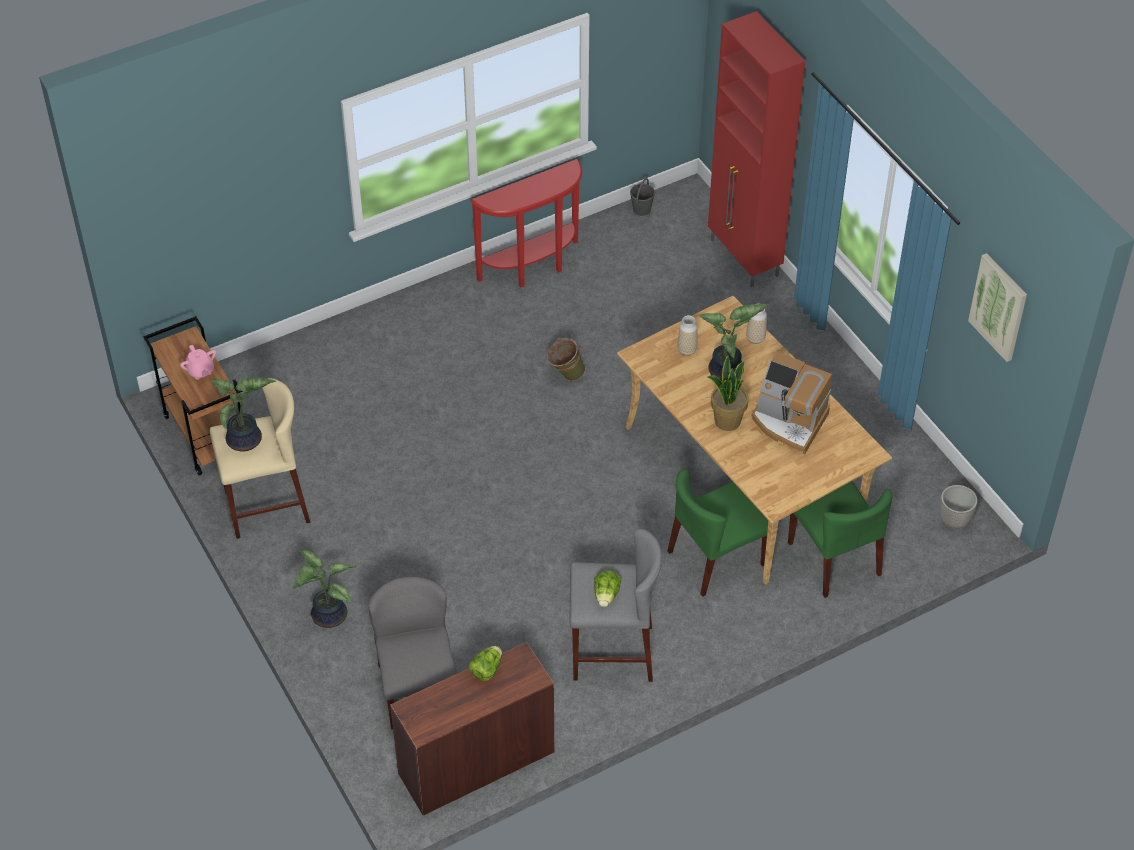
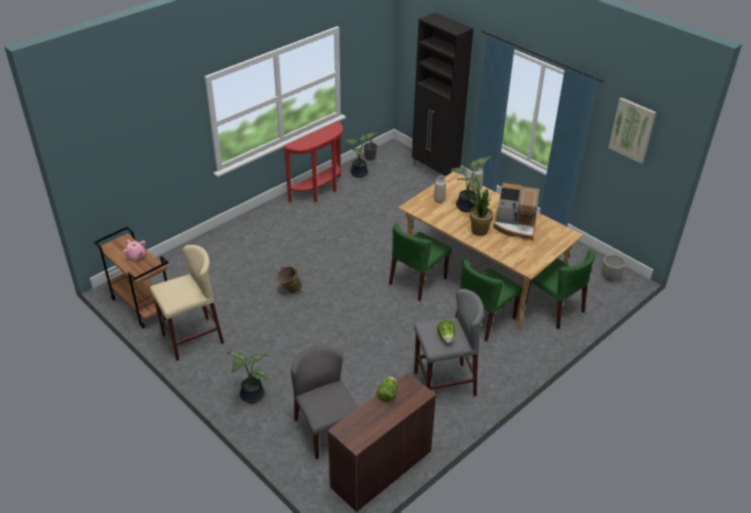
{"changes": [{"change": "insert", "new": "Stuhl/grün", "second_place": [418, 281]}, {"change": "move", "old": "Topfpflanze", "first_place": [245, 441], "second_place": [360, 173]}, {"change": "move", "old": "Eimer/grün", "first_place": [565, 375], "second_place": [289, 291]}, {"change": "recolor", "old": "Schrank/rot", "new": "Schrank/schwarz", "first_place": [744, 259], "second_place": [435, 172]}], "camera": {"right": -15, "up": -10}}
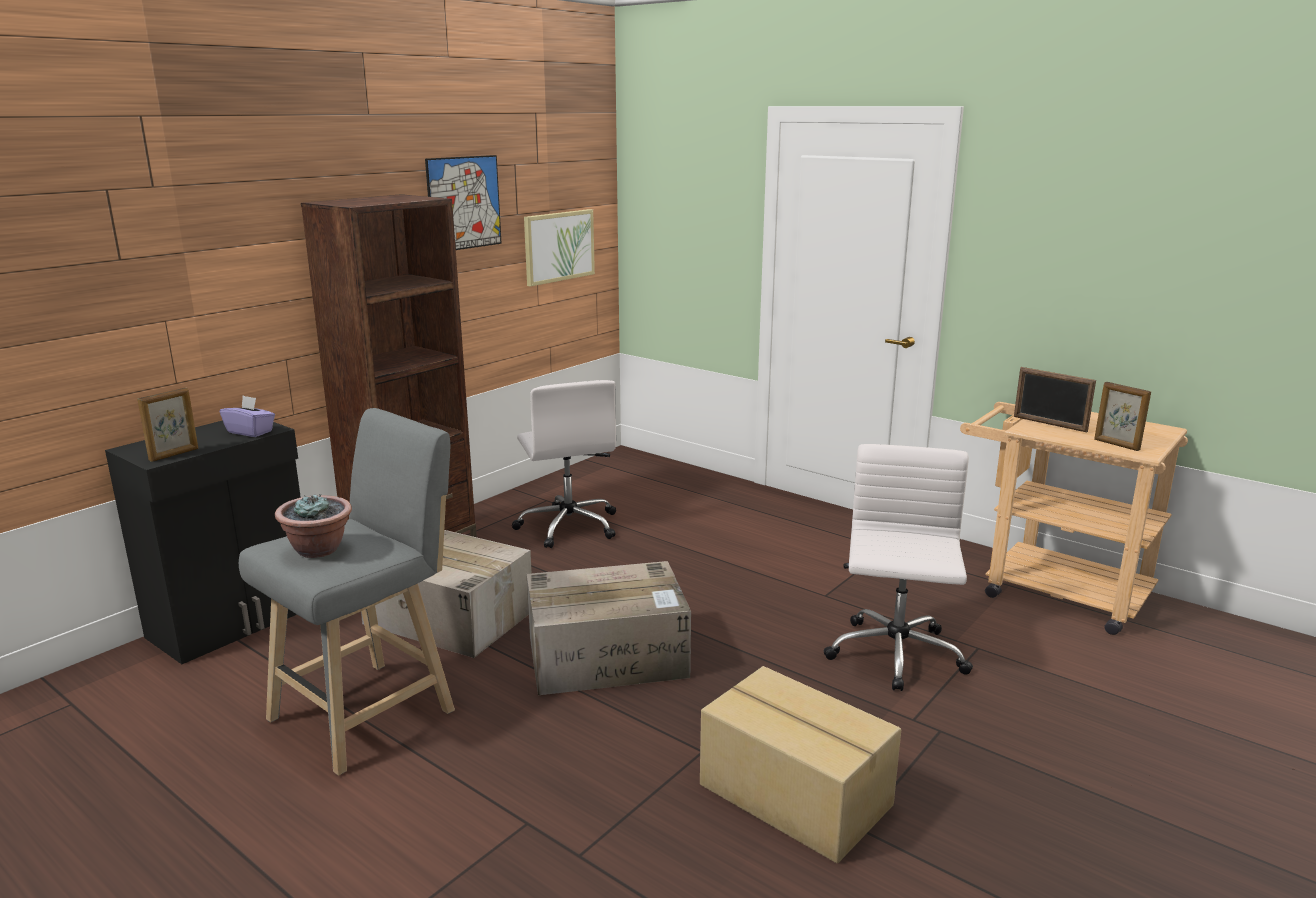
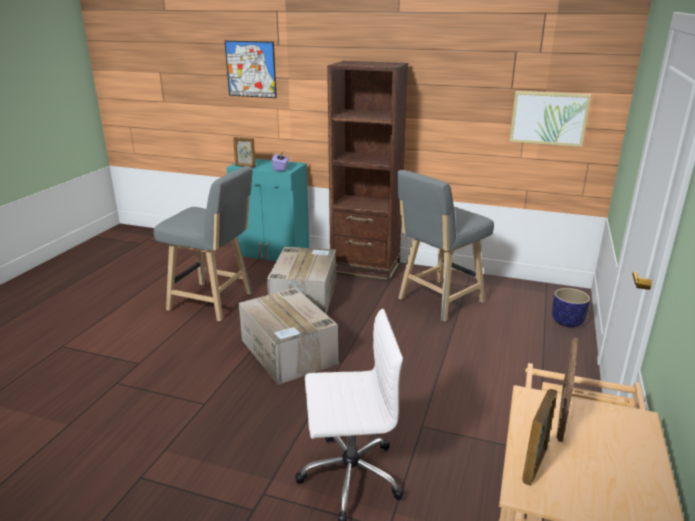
{"changes": [{"change": "delete", "old": "Topfpflanze", "first_place": [319, 549]}, {"change": "delete", "old": "Karton", "first_place": [794, 796]}, {"change": "insert", "new": "Pflanzkübel", "second_place": [567, 322]}, {"change": "move", "old": "Bild", "first_place": [464, 203], "second_place": [251, 69]}, {"change": "replace", "old": "Bürostuhl/weiß", "new": "Hocker/grau", "first_place": [568, 526], "second_place": [437, 302]}, {"change": "recolor", "old": "Schrank/schwarz", "new": "Schrank/türkis", "first_place": [235, 622], "second_place": [272, 253]}], "camera": {"right": 70, "up": 5}}
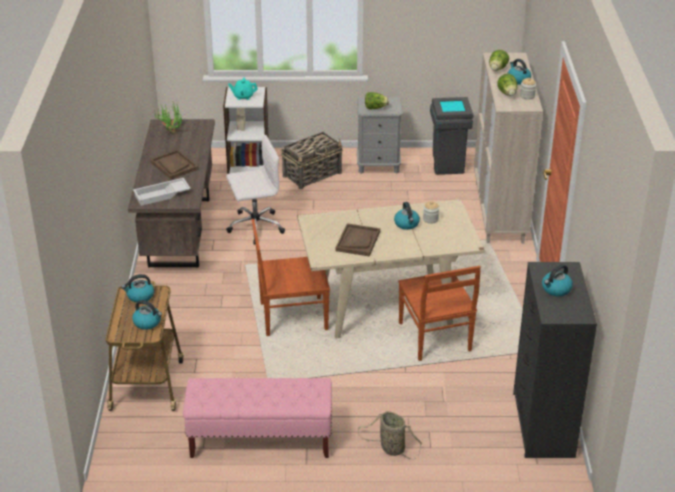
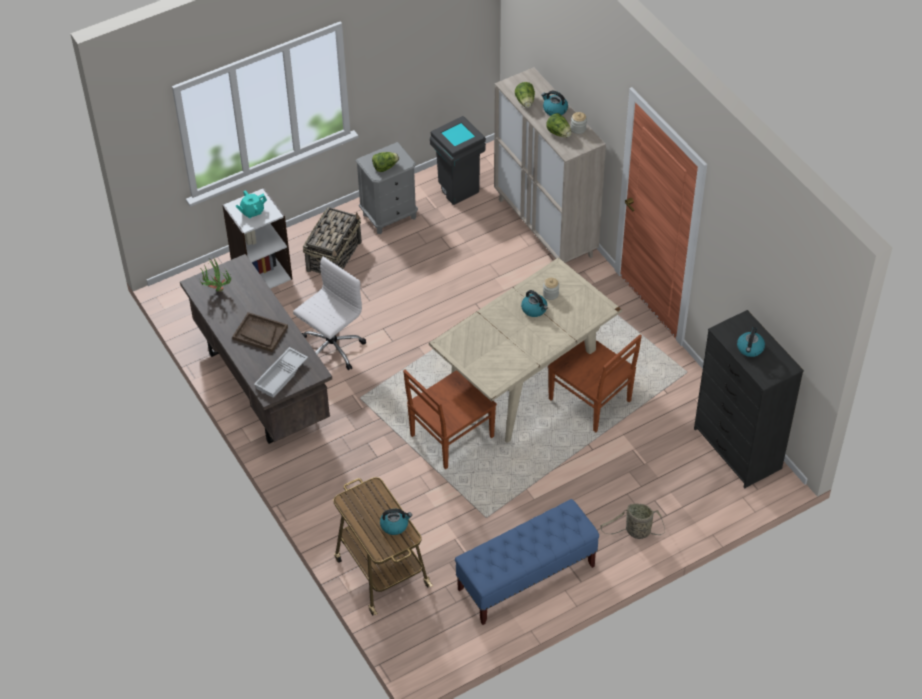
{"changes": [{"change": "delete", "old": "Wasserkessel", "first_place": [140, 296]}, {"change": "delete", "old": "Tablett/braun", "first_place": [357, 241]}, {"change": "recolor", "old": "Bank/rosa", "new": "Bank/blau", "first_place": [260, 440], "second_place": [526, 578]}], "camera": {"right": -30, "up": 15}}
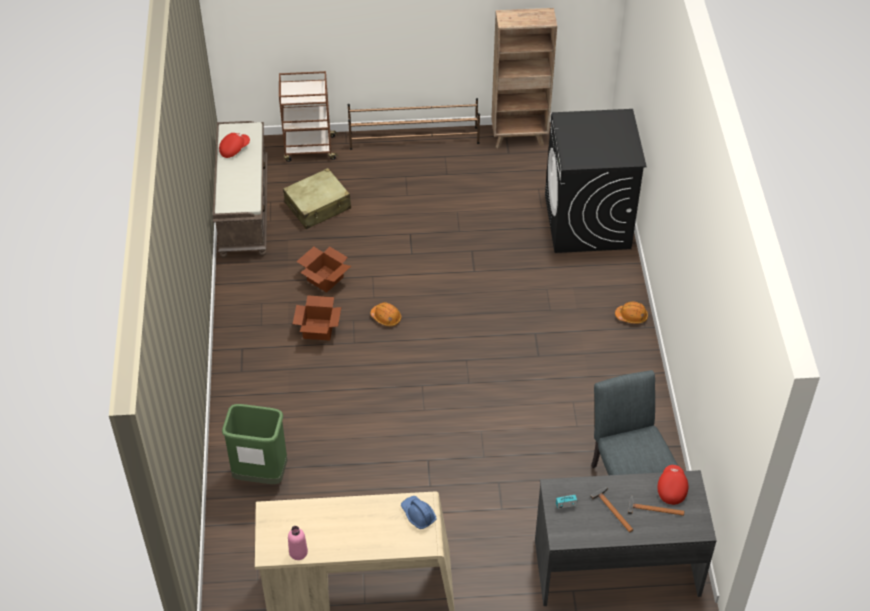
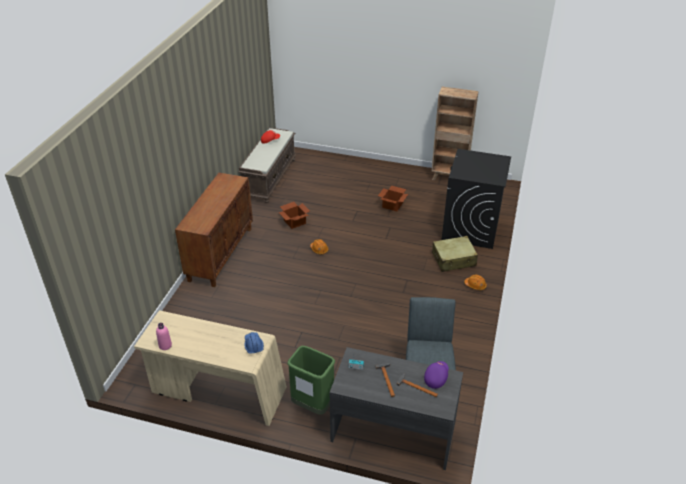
{"changes": [{"change": "delete", "old": "Rollwagen/braun", "first_place": [309, 149]}, {"change": "delete", "old": "Schuhregal/braun", "first_place": [414, 138]}, {"change": "insert", "new": "Schrank/braun", "second_place": [220, 254]}, {"change": "move", "old": "Mülleimer/grün", "first_place": [260, 475], "second_place": [312, 405]}, {"change": "move", "old": "Koffer/beige", "first_place": [318, 206], "second_place": [454, 259]}, {"change": "move", "old": "Karton", "first_place": [319, 328], "second_place": [393, 205]}, {"change": "recolor", "old": "Kappe/rot", "new": "Kappe/lila", "first_place": [671, 488], "second_place": [436, 377]}], "camera": {"right": 20, "up": -10}}
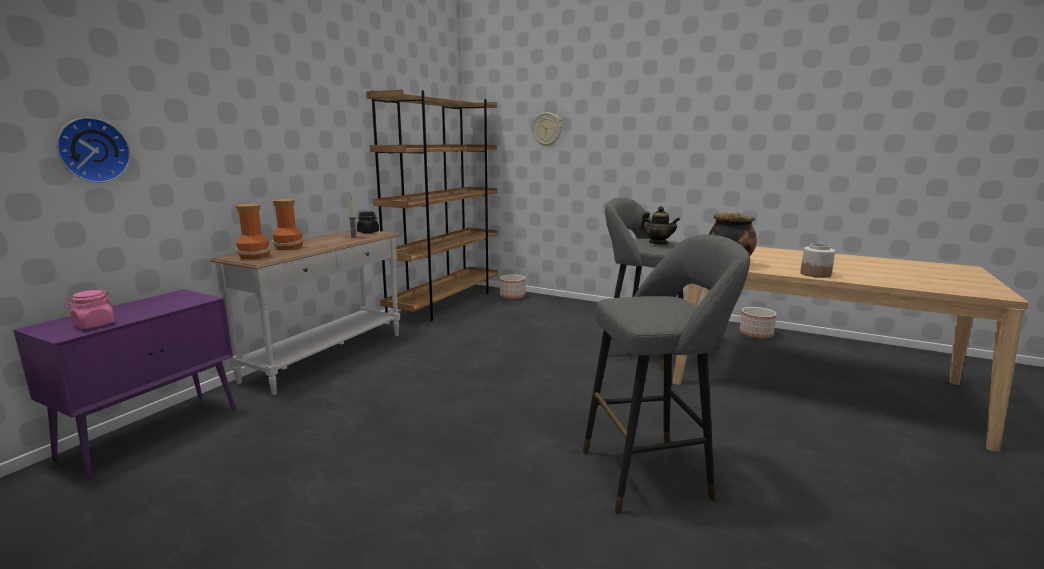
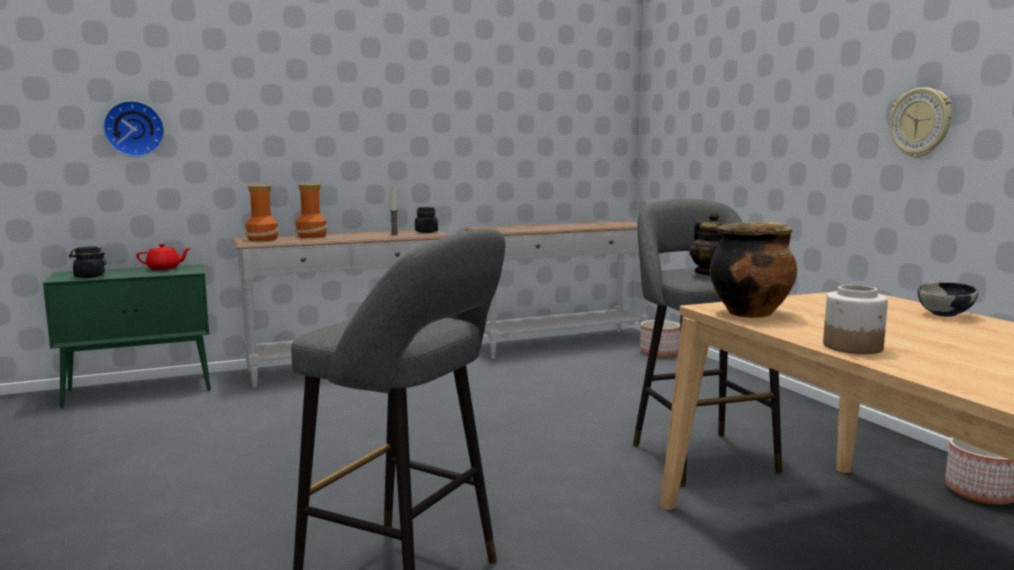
{"changes": [{"change": "insert", "new": "Teekanne/rot", "second_place": [164, 268]}, {"change": "insert", "new": "Schüssel", "second_place": [945, 315]}, {"change": "move", "old": "Wanduhr", "first_place": [547, 129], "second_place": [921, 122]}, {"change": "replace", "old": "Bücherregal/braun", "new": "Konsolentisch/weiß", "first_place": [445, 303], "second_place": [561, 344]}, {"change": "recolor", "old": "Schrank/lila", "new": "Schrank/grün", "first_place": [154, 432], "second_place": [141, 390]}, {"change": "recolor", "old": "Vorratsglas/rosa", "new": "Vorratsglas/schwarz", "first_place": [94, 325], "second_place": [89, 276]}], "camera": {"right": 40, "up": -5}}
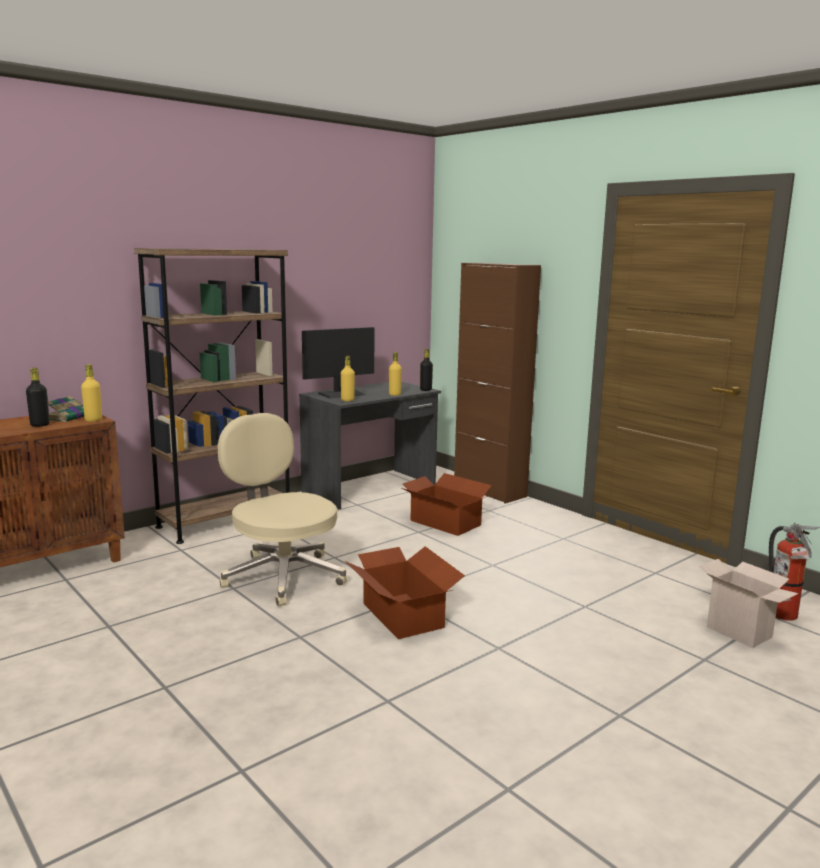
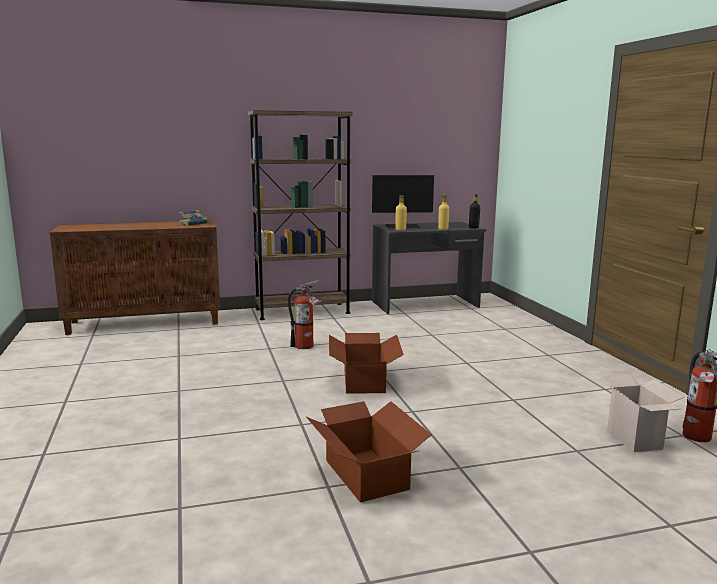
{"changes": [{"change": "delete", "old": "Flasche/schwarz", "first_place": [40, 425]}, {"change": "delete", "old": "Flasche/gelb", "first_place": [93, 420]}, {"change": "delete", "old": "Schrank/braun", "first_place": [489, 491]}, {"change": "move", "old": "Karton", "first_place": [445, 522], "second_place": [367, 474]}, {"change": "replace", "old": "Bürostuhl/beige", "new": "Feuerlöscher", "first_place": [282, 576], "second_place": [307, 346]}], "camera": {"right": 25, "up": 0}}
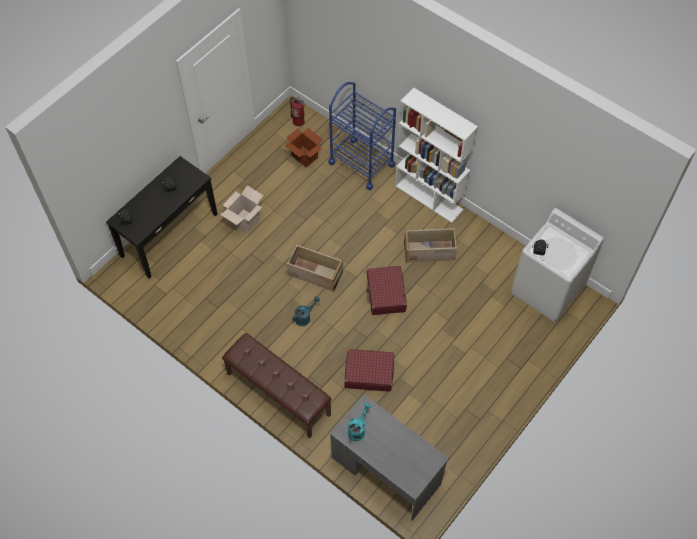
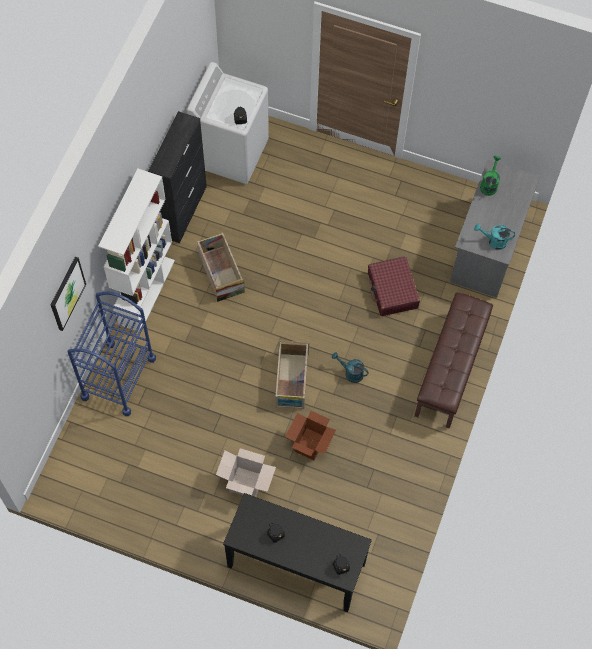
{"changes": [{"change": "delete", "old": "Feuerlöscher", "first_place": [298, 121]}, {"change": "delete", "old": "Koffer/rot", "first_place": [386, 294]}, {"change": "insert", "new": "Bild", "second_place": [67, 293]}, {"change": "insert", "new": "Schrank/schwarz", "second_place": [183, 210]}, {"change": "insert", "new": "Gießkanne/grün", "second_place": [489, 184]}, {"change": "move", "old": "Karton", "first_place": [304, 157], "second_place": [310, 444]}], "camera": {"right": -110, "up": 5}}
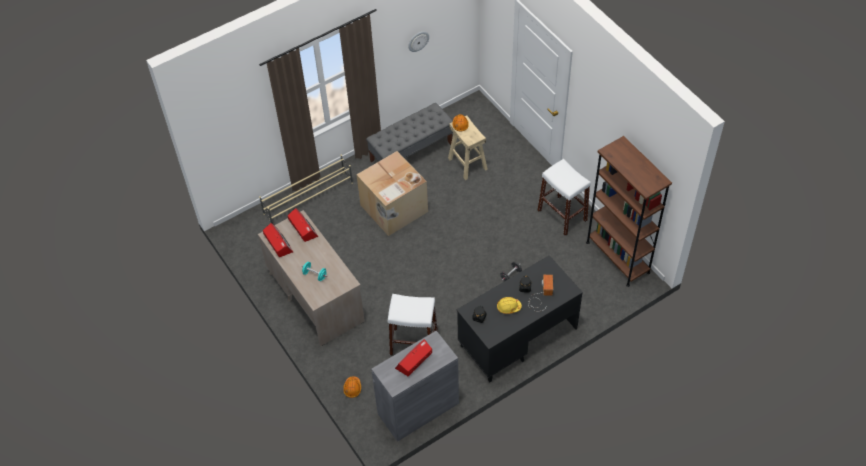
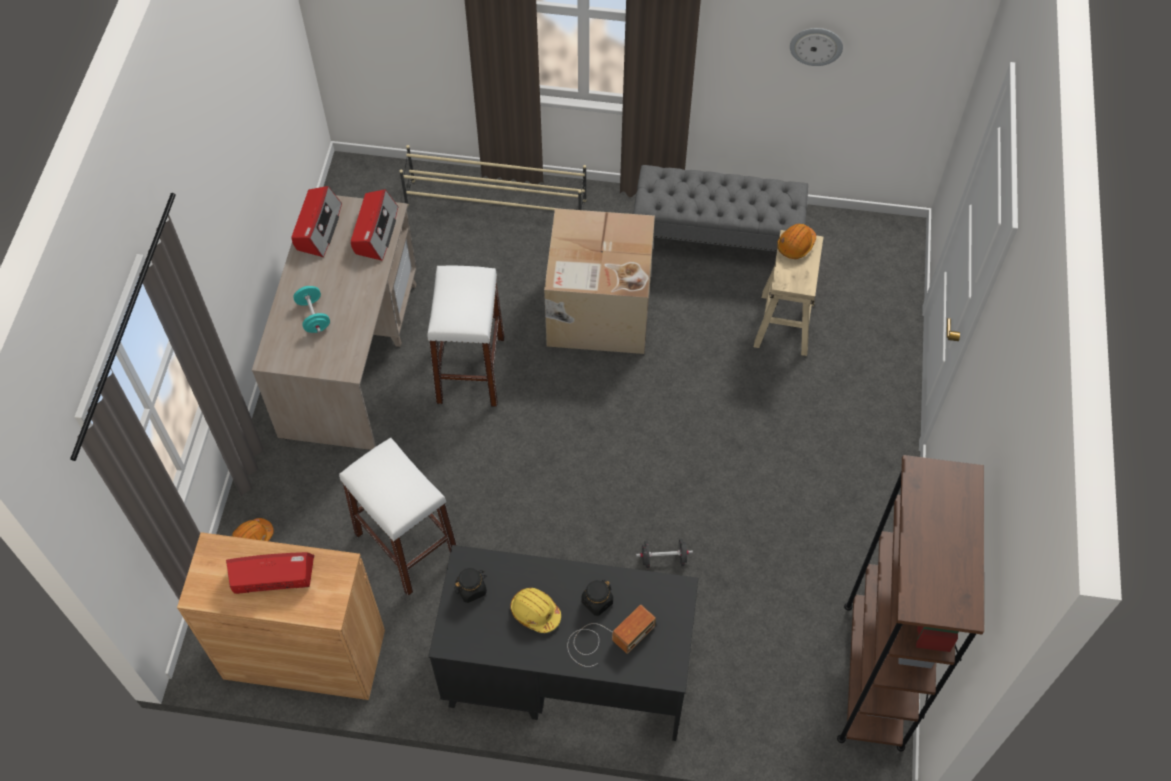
{"changes": [{"change": "move", "old": "Hocker/weiß", "first_place": [562, 215], "second_place": [470, 370]}, {"change": "recolor", "old": "Schrank/grau", "new": "Schrank/braun", "first_place": [418, 408], "second_place": [304, 654]}], "camera": {"right": 40, "up": 5}}
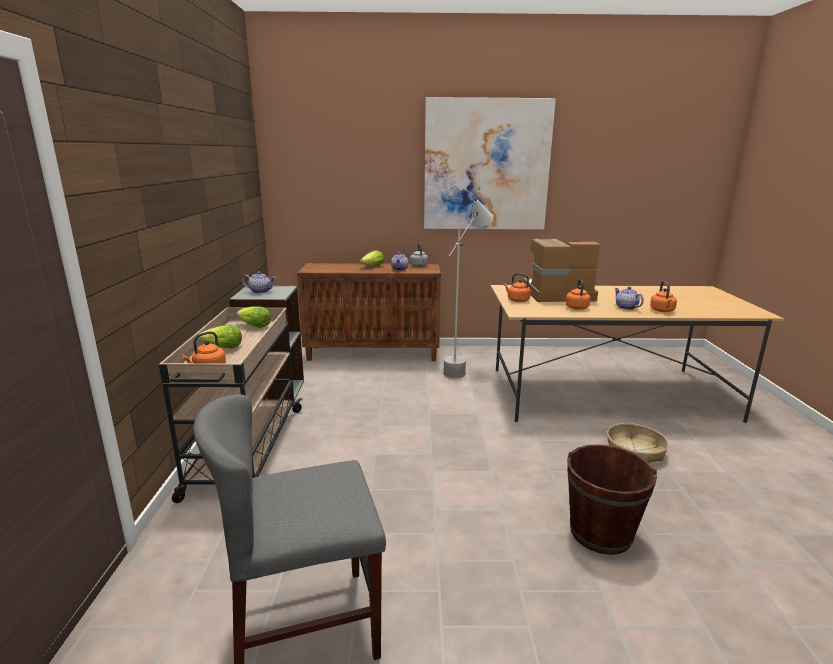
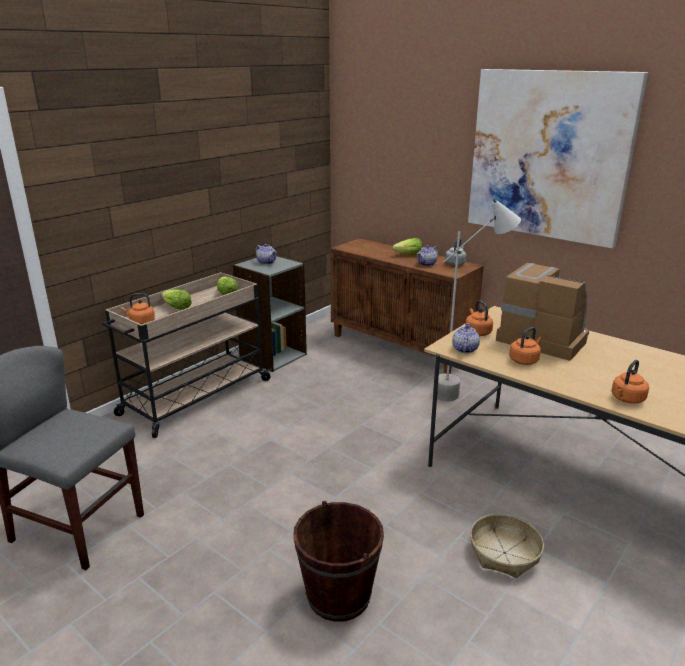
{"changes": [{"change": "move", "old": "Teekanne", "first_place": [626, 307], "second_place": [464, 349]}], "camera": {"right": 40, "up": 5}}
